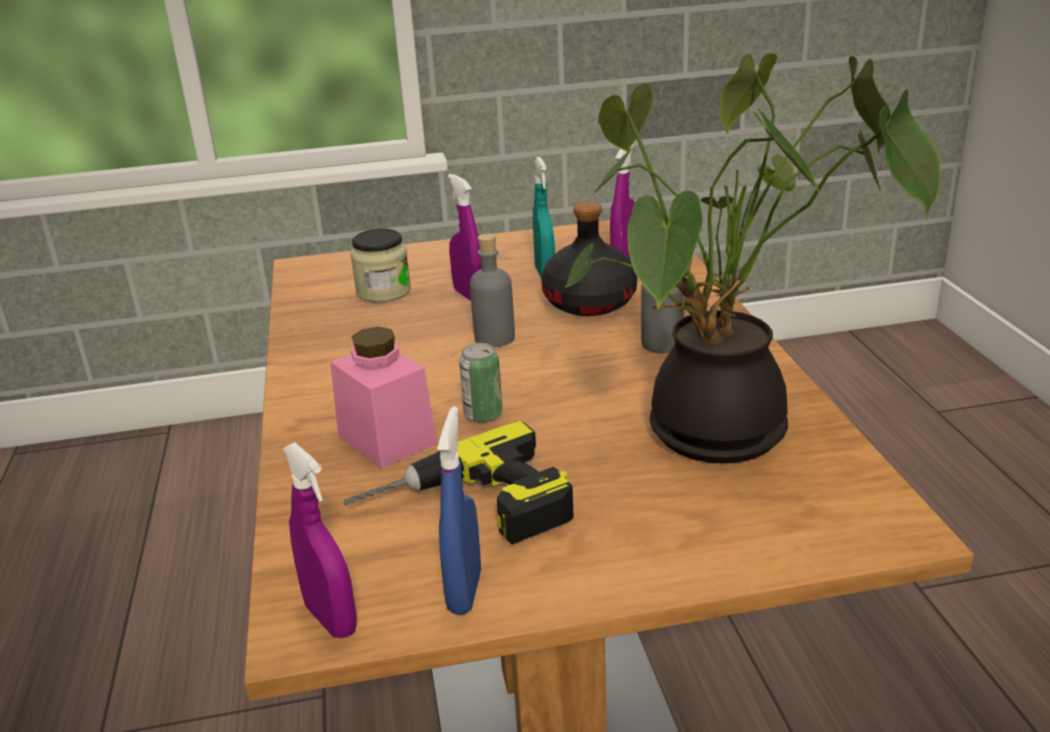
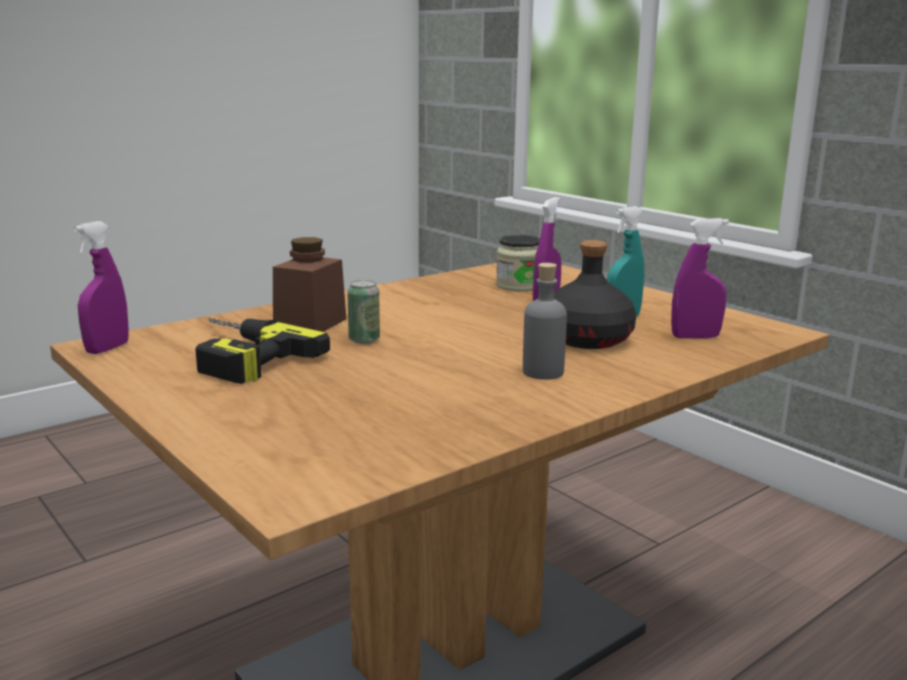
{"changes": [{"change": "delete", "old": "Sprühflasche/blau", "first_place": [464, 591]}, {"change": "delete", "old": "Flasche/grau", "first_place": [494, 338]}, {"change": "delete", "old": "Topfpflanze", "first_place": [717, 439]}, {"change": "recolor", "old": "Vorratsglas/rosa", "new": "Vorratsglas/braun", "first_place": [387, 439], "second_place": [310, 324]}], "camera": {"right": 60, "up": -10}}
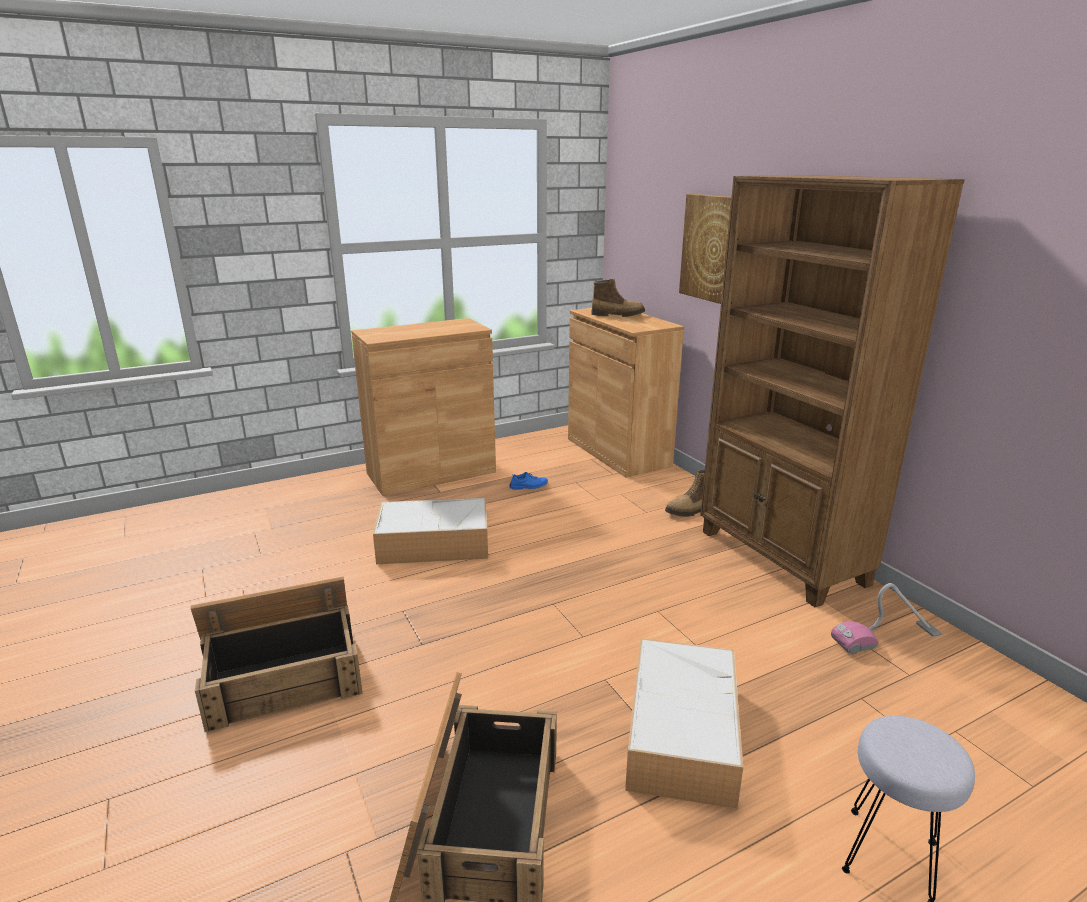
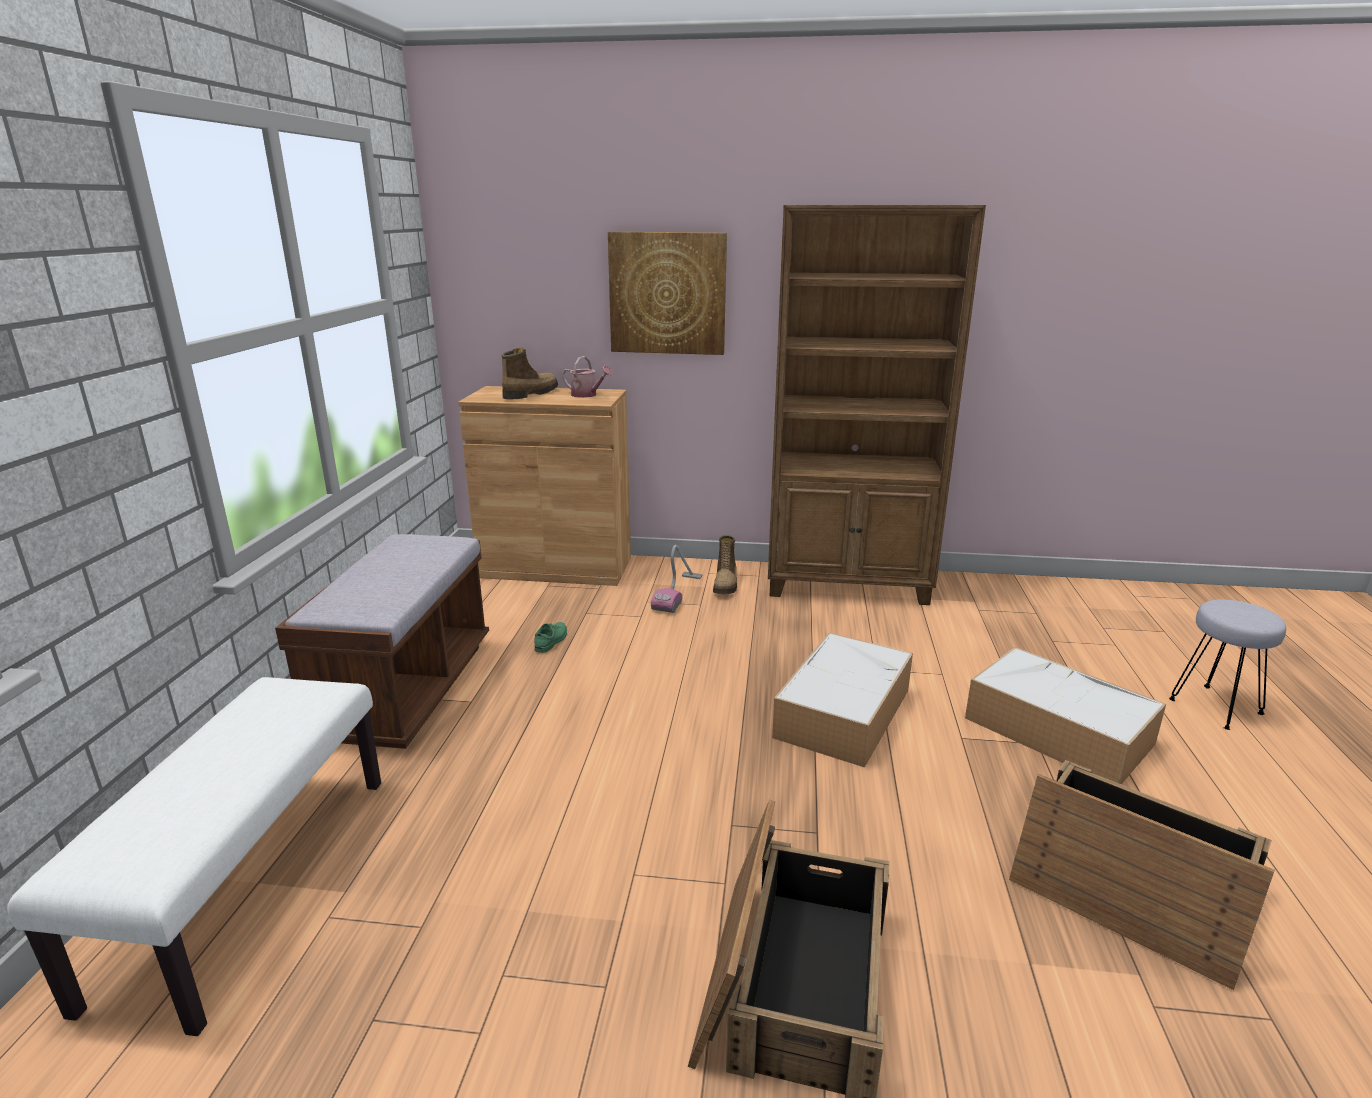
{"changes": [{"change": "insert", "new": "Bank/weiß", "second_place": [248, 882]}, {"change": "insert", "new": "Gießkanne", "second_place": [587, 395]}, {"change": "move", "old": "Aufbewahrungsbox", "first_place": [435, 543], "second_place": [843, 711]}, {"change": "move", "old": "Staubsauger", "first_place": [886, 638], "second_place": [678, 593]}, {"change": "replace", "old": "Schrank/braun", "new": "Bank/braun", "first_place": [431, 473], "second_place": [406, 690]}, {"change": "recolor", "old": "Schuh/blau", "new": "Schuh/grün", "first_place": [529, 486], "second_place": [551, 640]}], "camera": {"right": -55, "up": 0}}
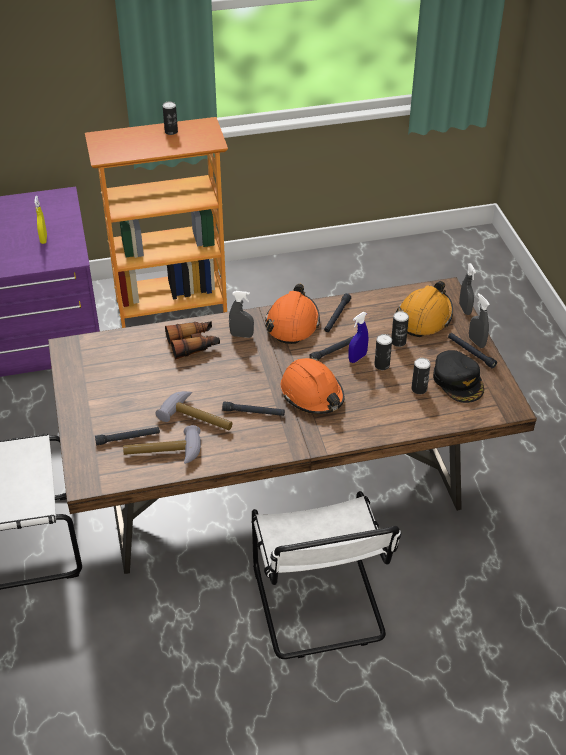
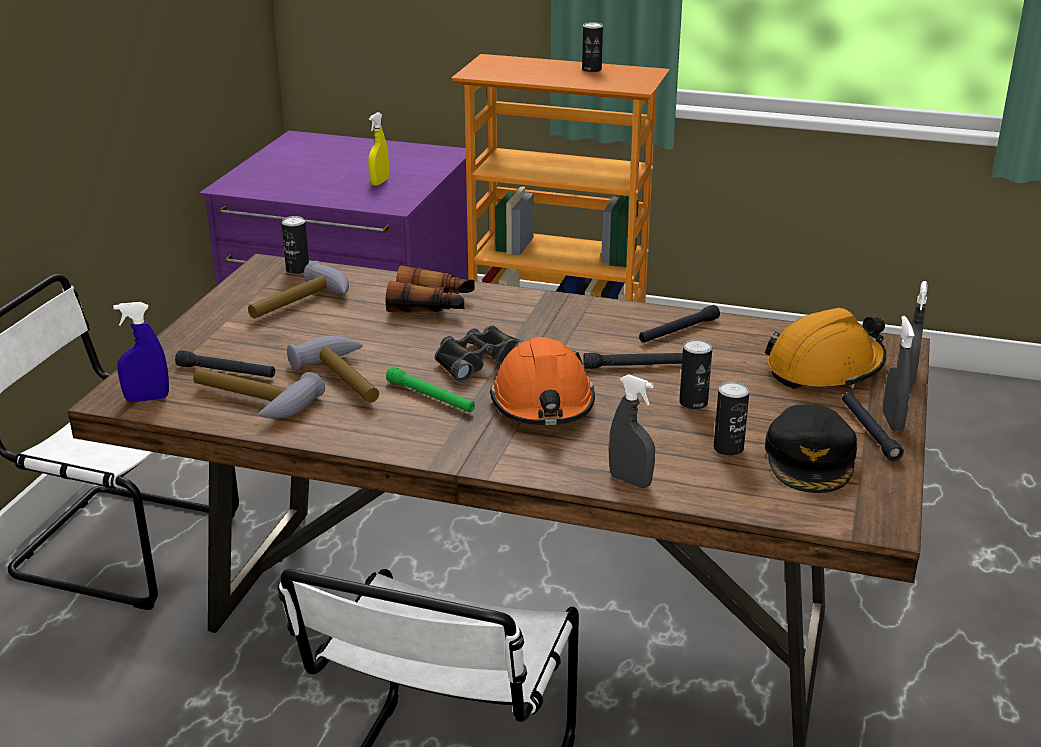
{"changes": [{"change": "delete", "old": "Schutzhelm/orange", "first_place": [292, 323]}, {"change": "insert", "new": "Hammer", "second_place": [300, 304]}, {"change": "insert", "new": "Fernglas/schwarz", "second_place": [478, 360]}, {"change": "move", "old": "Sprühflasche/grau", "first_place": [241, 335], "second_place": [630, 481]}, {"change": "move", "old": "Sprühflasche/blau", "first_place": [357, 358], "second_place": [147, 399]}, {"change": "move", "old": "Dose", "first_place": [398, 342], "second_place": [297, 270]}, {"change": "recolor", "old": "Taschenlampe/schwarz", "new": "Taschenlampe/grün", "first_place": [253, 412], "second_place": [431, 397]}], "camera": {"right": 30, "up": -15}}
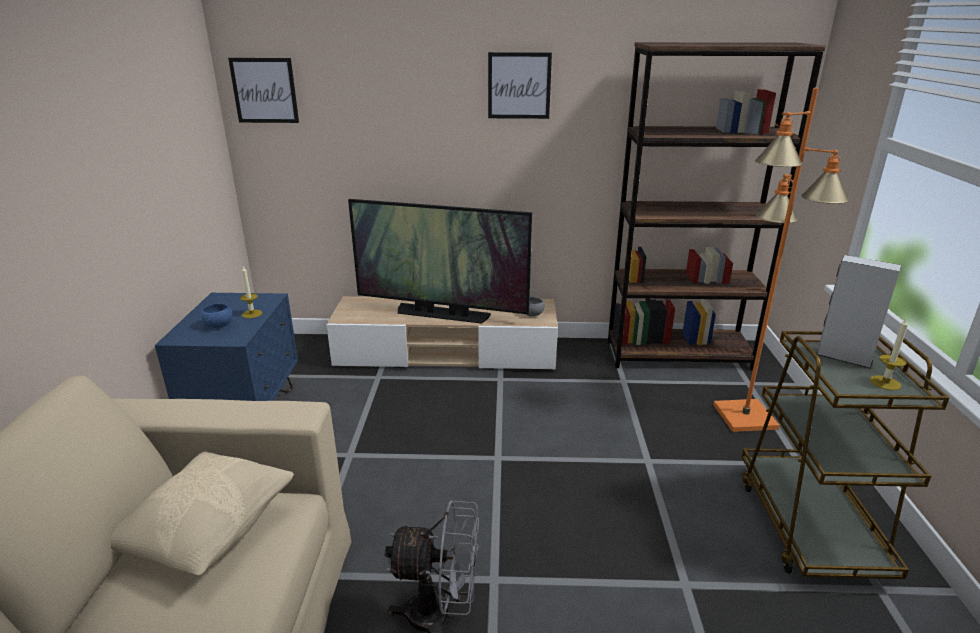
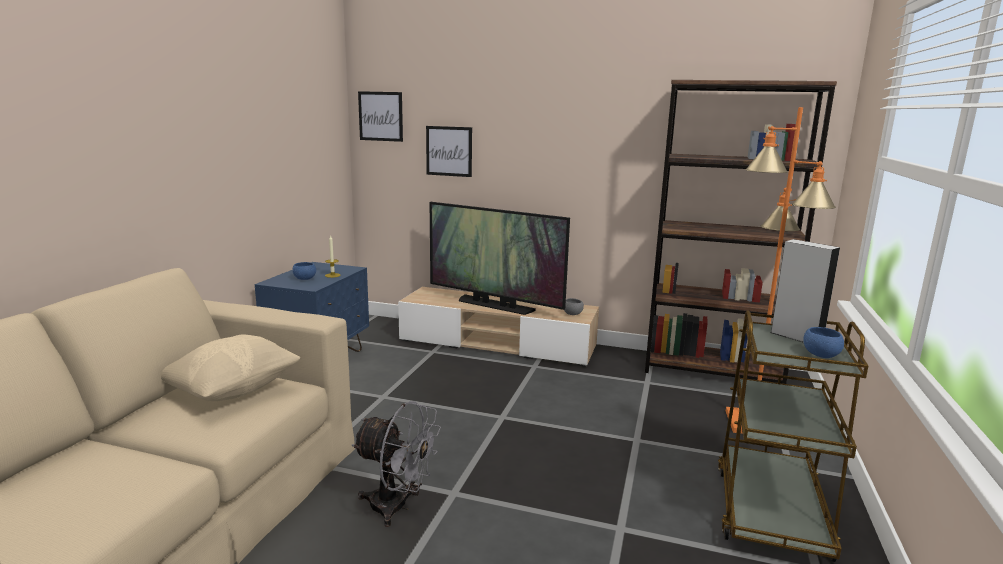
{"changes": [{"change": "move", "old": "Bild", "first_place": [519, 86], "second_place": [449, 151]}, {"change": "replace", "old": "Kerze", "new": "Schüssel/blau", "first_place": [885, 383], "second_place": [821, 355]}], "camera": {"right": 15, "up": -10}}
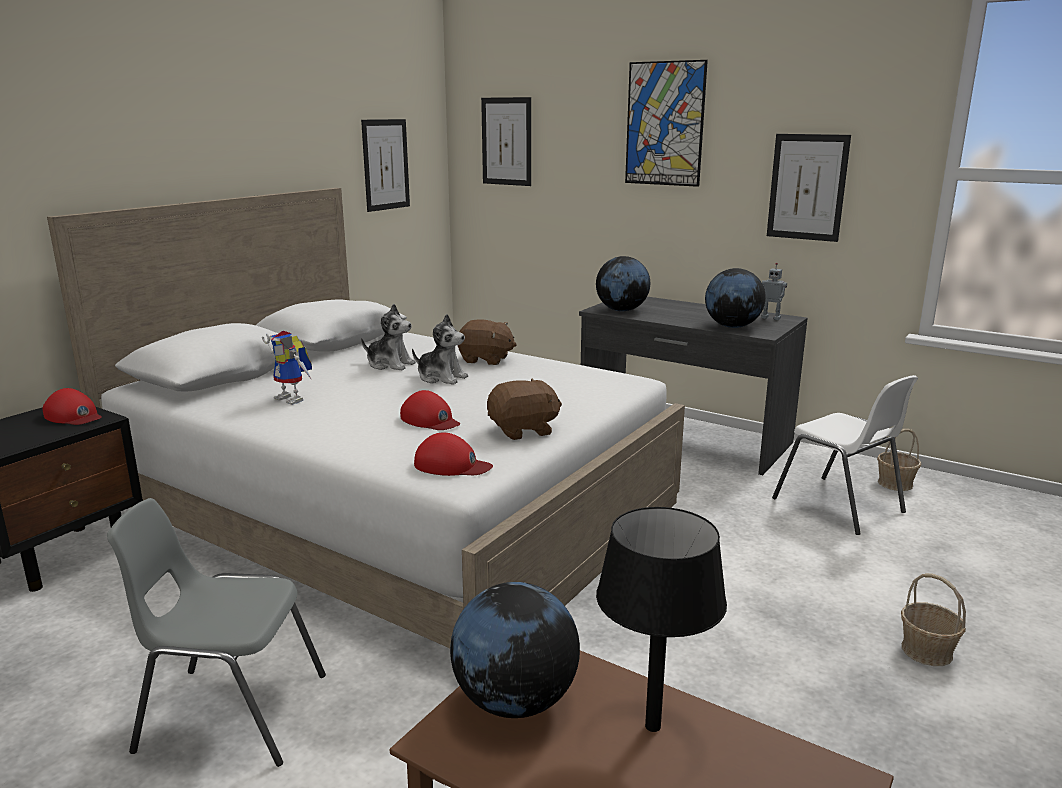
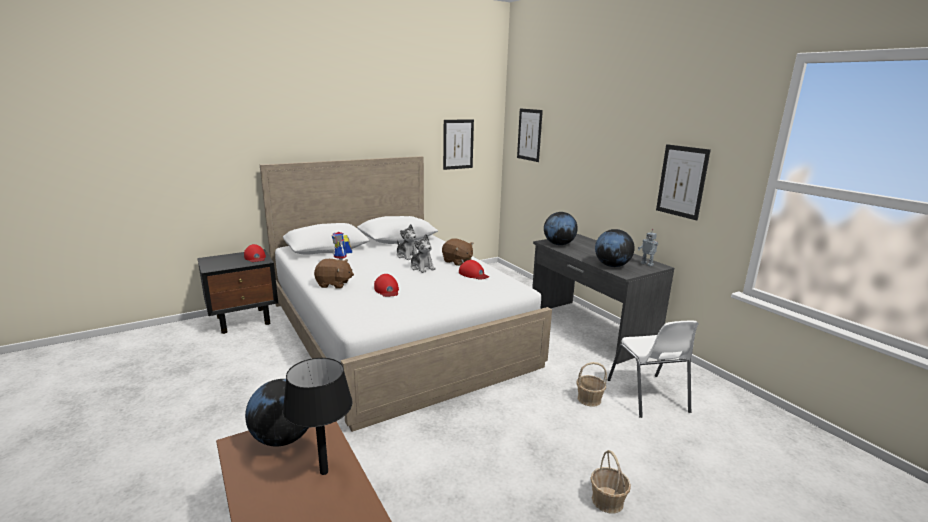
{"changes": [{"change": "delete", "old": "Stuhl/grau", "first_place": [230, 712]}, {"change": "delete", "old": "Bild", "first_place": [664, 124]}, {"change": "move", "old": "Kappe/rot", "first_place": [452, 465], "second_place": [473, 274]}, {"change": "move", "old": "Plüschtier/braun", "first_place": [523, 430], "second_place": [334, 284]}, {"change": "move", "old": "Korb", "first_place": [894, 483], "second_place": [589, 399]}], "camera": {"right": 25, "up": 0}}
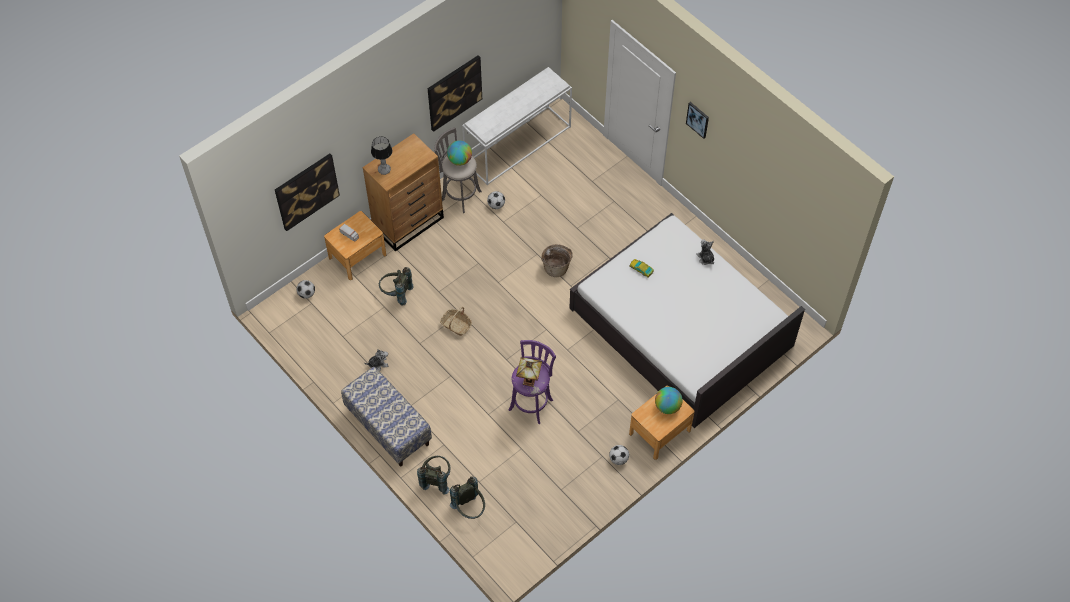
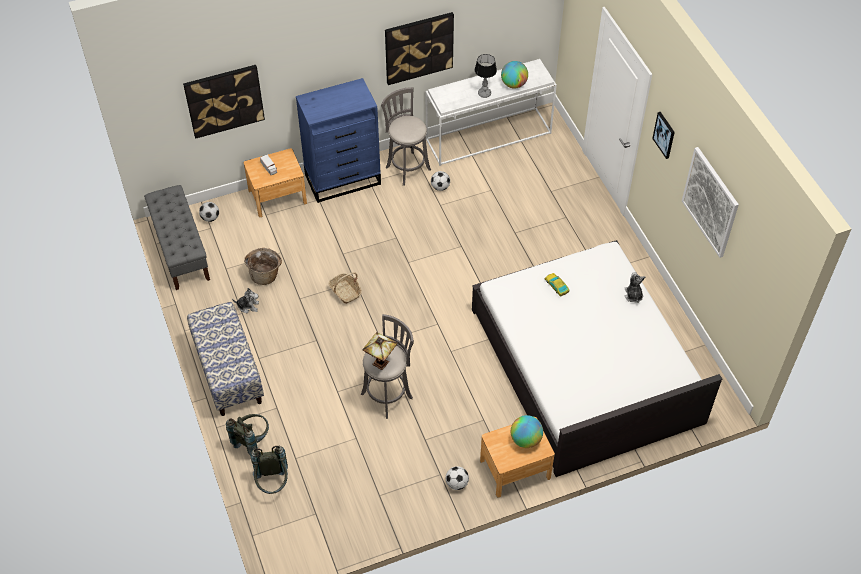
{"changes": [{"change": "delete", "old": "Rucksack/grau", "first_place": [396, 294]}, {"change": "insert", "new": "Bank/grau", "second_place": [181, 250]}, {"change": "insert", "new": "Bild", "second_place": [710, 202]}, {"change": "move", "old": "Tischlampe", "first_place": [384, 170], "second_place": [484, 93]}, {"change": "move", "old": "Globus", "first_place": [460, 160], "second_place": [514, 84]}, {"change": "move", "old": "Korb", "first_place": [556, 267], "second_place": [265, 275]}, {"change": "recolor", "old": "Kommode/braun", "new": "Kommode/blau", "first_place": [408, 223], "second_place": [343, 179]}, {"change": "recolor", "old": "Hocker/lila", "new": "Hocker/grau", "first_place": [532, 403], "second_place": [388, 394]}], "camera": {"right": 20, "up": -5}}
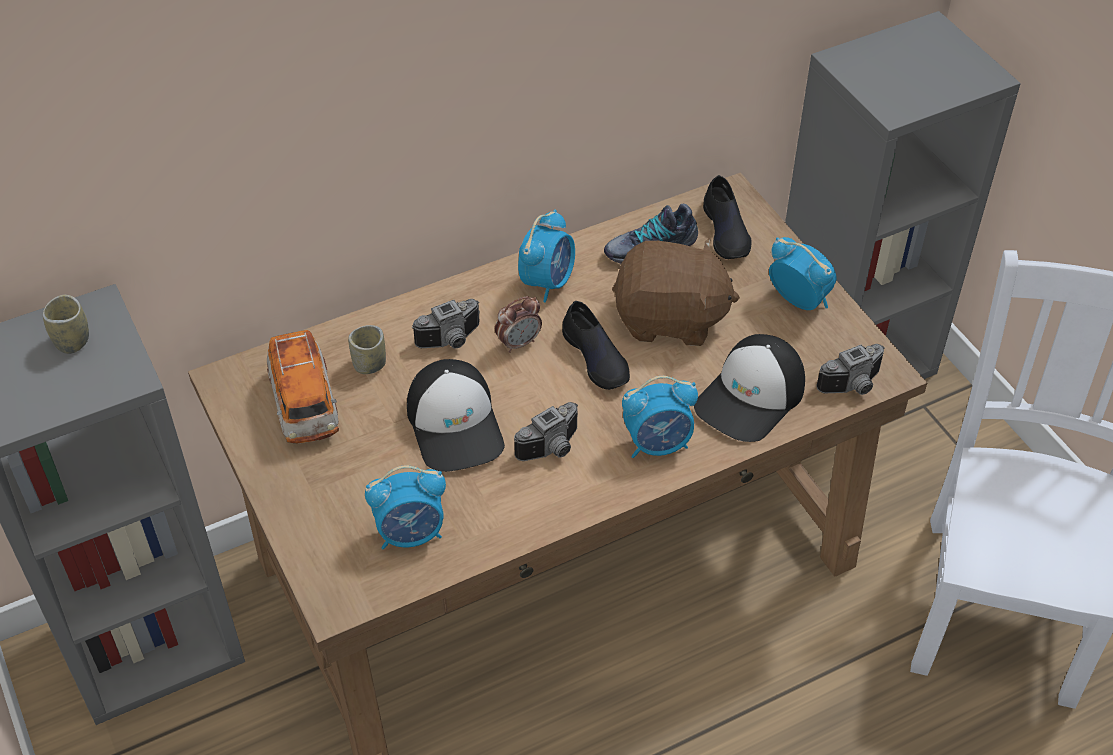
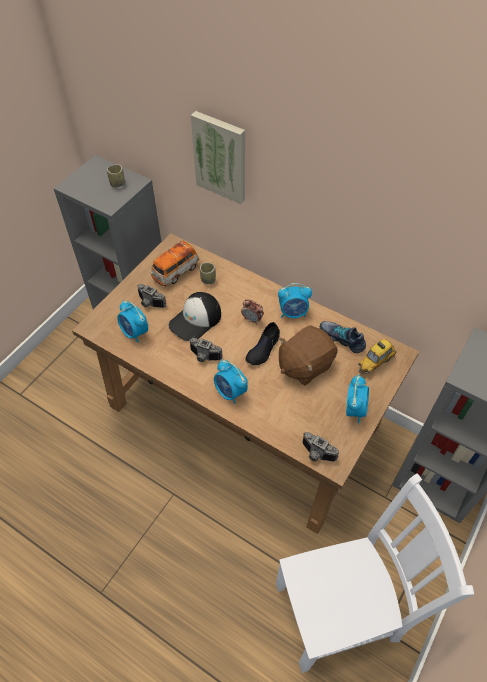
{"changes": [{"change": "delete", "old": "Kappe", "first_place": [751, 397]}, {"change": "insert", "new": "Bild", "second_place": [221, 157]}, {"change": "move", "old": "Kamera", "first_place": [452, 341], "second_place": [149, 303]}, {"change": "replace", "old": "Schuh/schwarz", "new": "Spielzeugauto", "first_place": [726, 231], "second_place": [375, 362]}, {"change": "rotate", "old": "Plüschtier/braun", "first_place": [670, 319], "second_place": [304, 365], "degrees": 75}], "camera": {"right": 60, "up": 5}}
